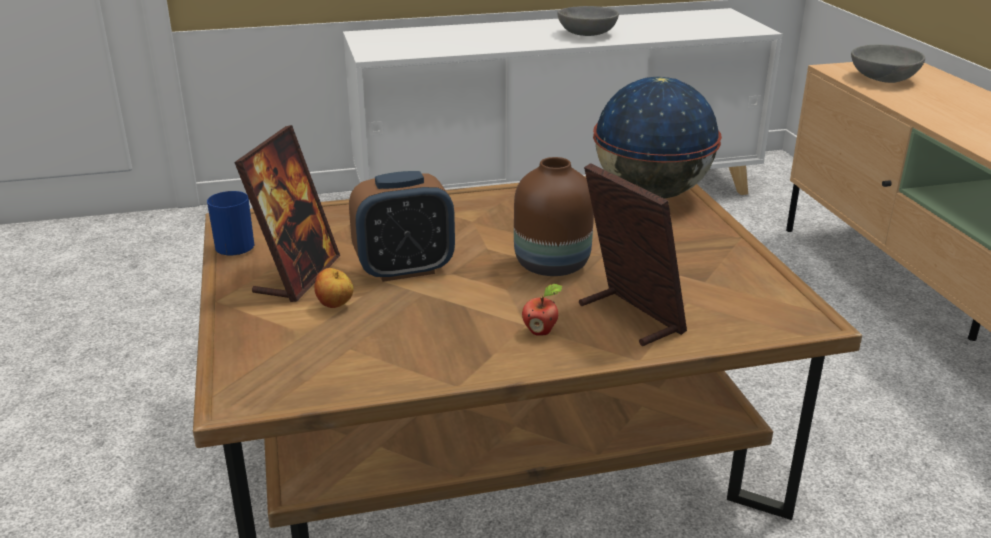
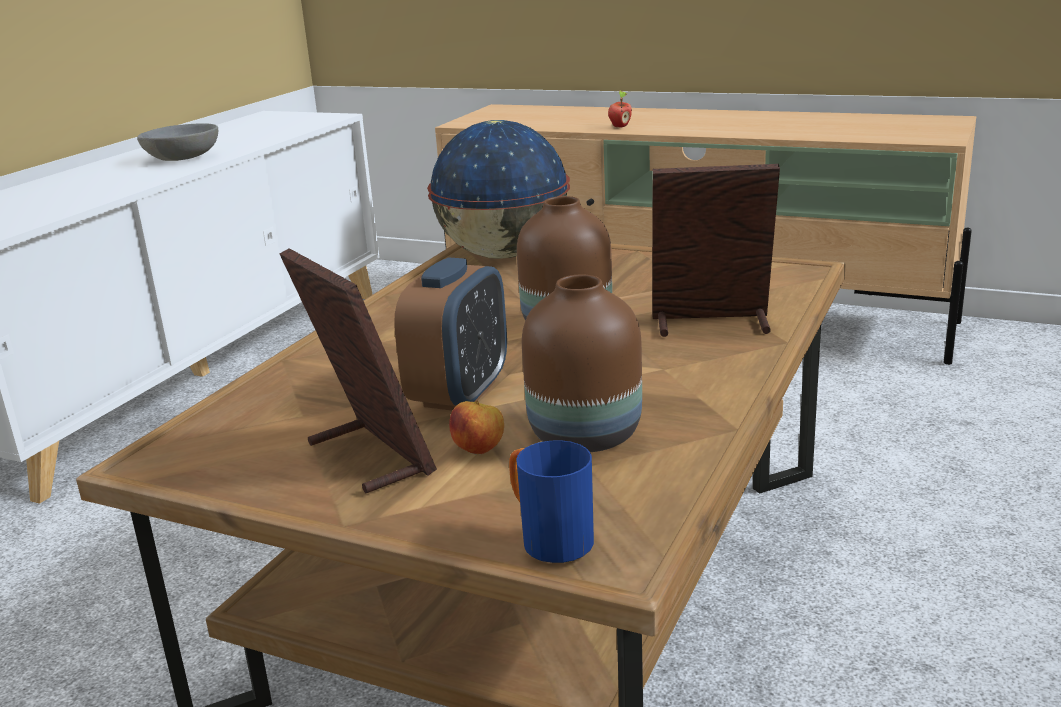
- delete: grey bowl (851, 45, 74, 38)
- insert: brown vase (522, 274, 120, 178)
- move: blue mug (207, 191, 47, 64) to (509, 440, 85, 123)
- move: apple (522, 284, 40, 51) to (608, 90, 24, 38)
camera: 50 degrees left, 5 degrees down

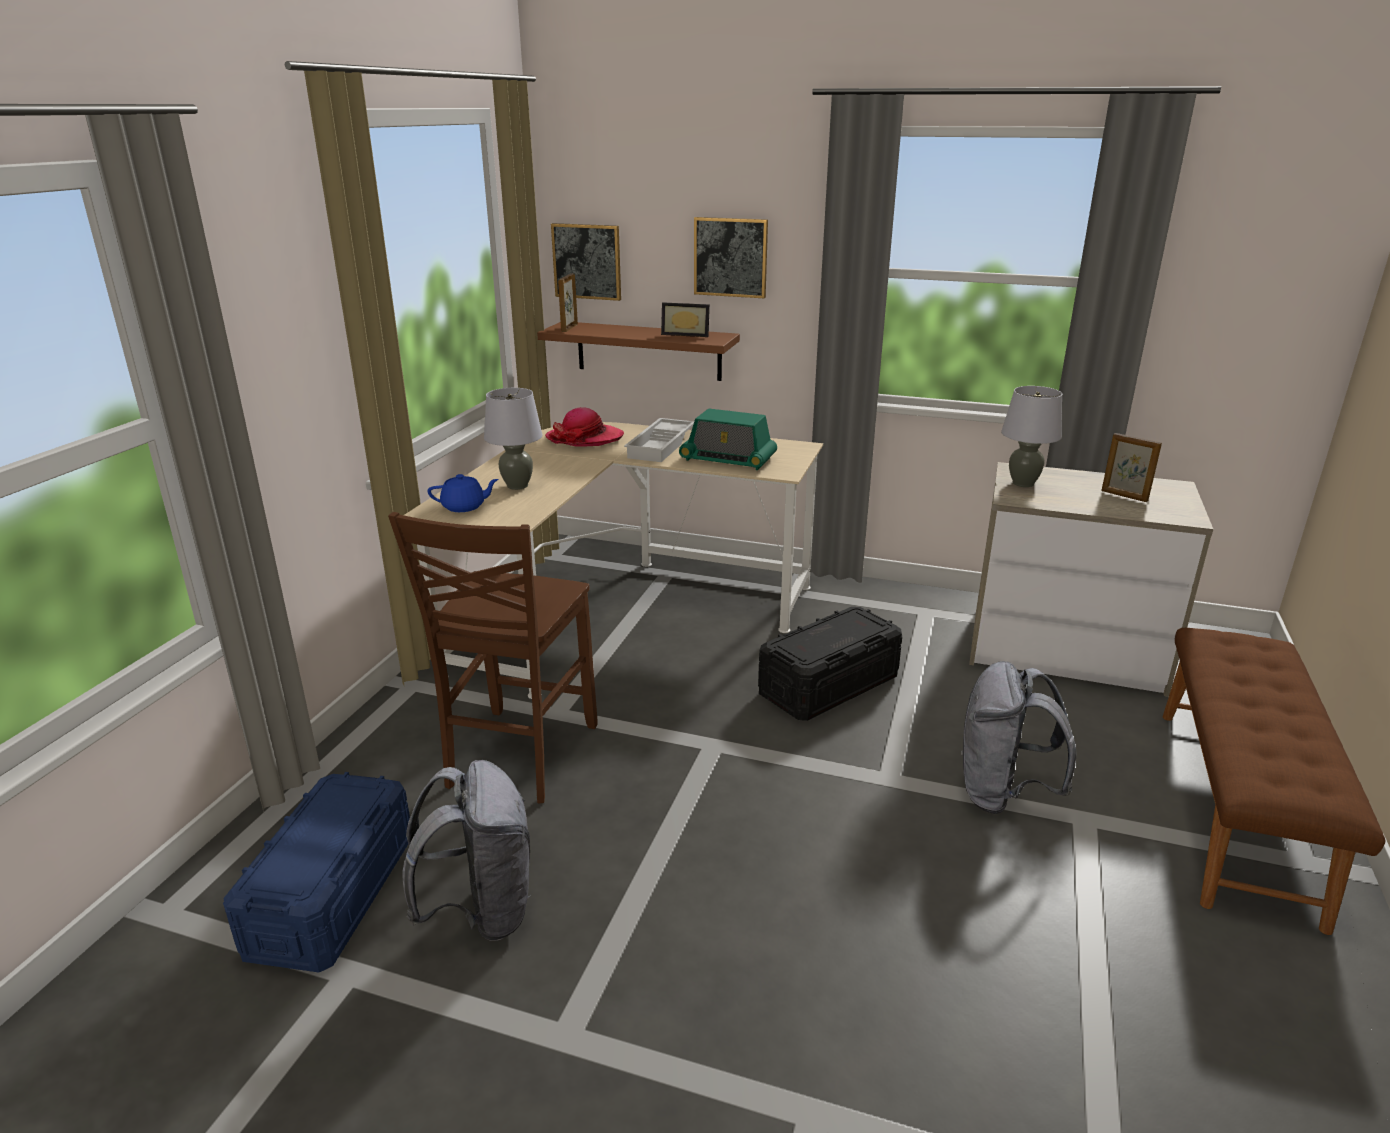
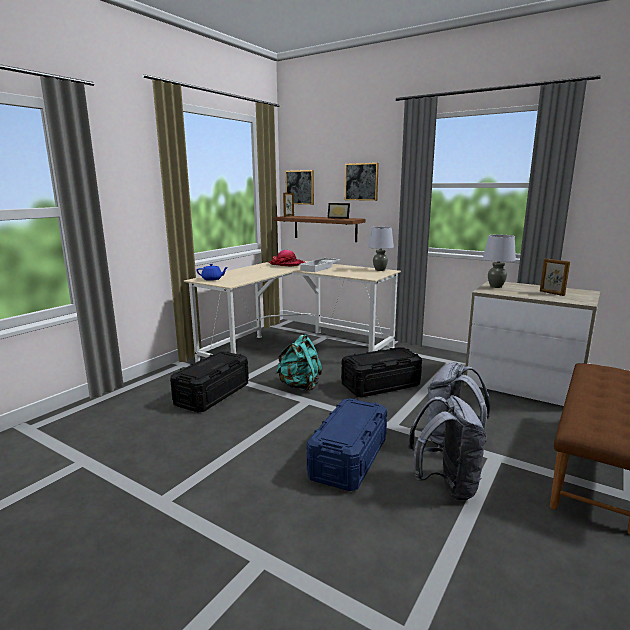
- delete: radio (679, 408, 98, 62)
- insert: turquoise backpack (276, 335, 47, 56)
- move: blue storage box (223, 772, 187, 201) to (307, 398, 80, 93)
- move: grey backpack (402, 760, 129, 181) to (408, 395, 79, 106)
- move: grey table lamp (484, 388, 59, 102) to (368, 227, 26, 44)
- replace: brown chair (388, 512, 210, 291) to black storage box (170, 351, 79, 61)
camera: 15 degrees right, 10 degrees down

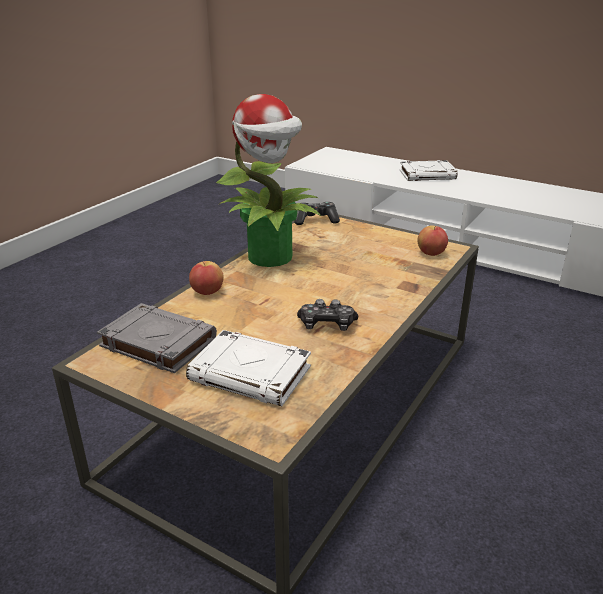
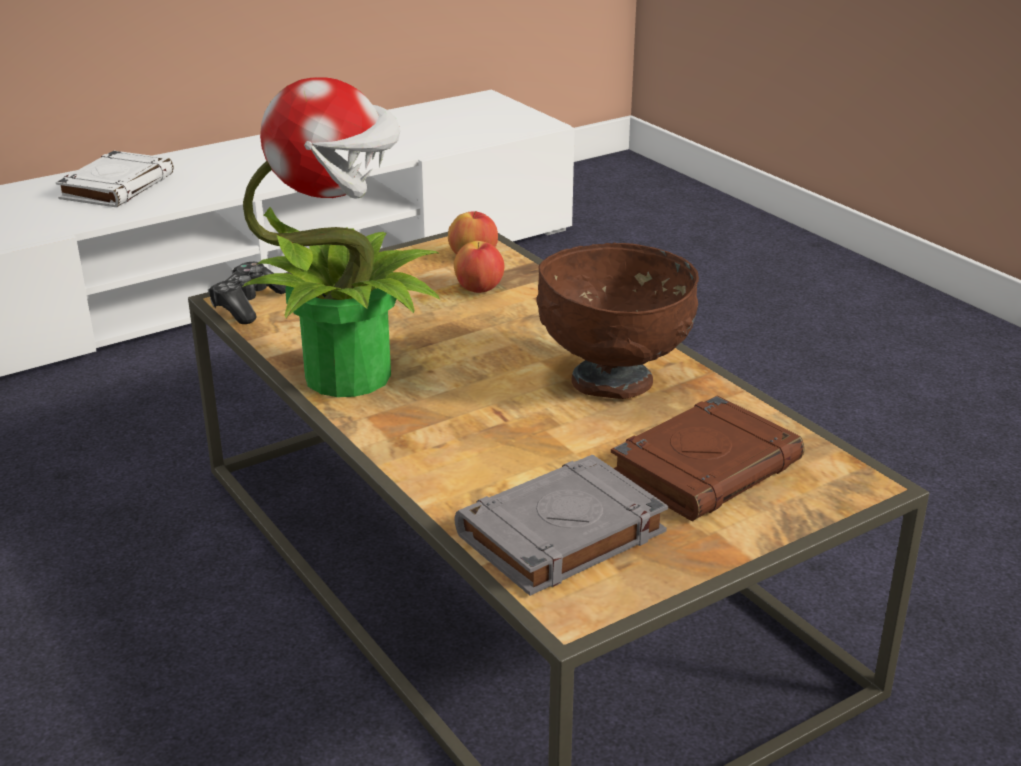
- move: apple (189, 261, 35, 34) to (454, 241, 50, 52)
- replace: game controller (297, 299, 61, 32) to brown bowl (536, 243, 163, 156)
- recolor: white book (186, 330, 125, 76) to brown book (611, 395, 193, 126)
camera: 65 degrees left, 0 degrees up

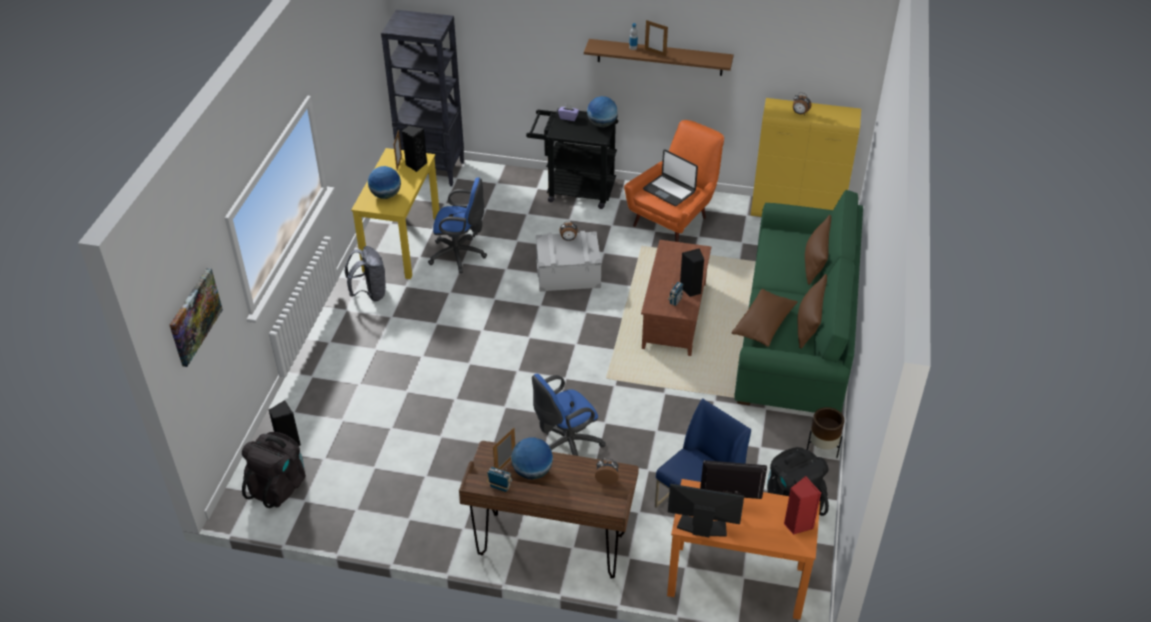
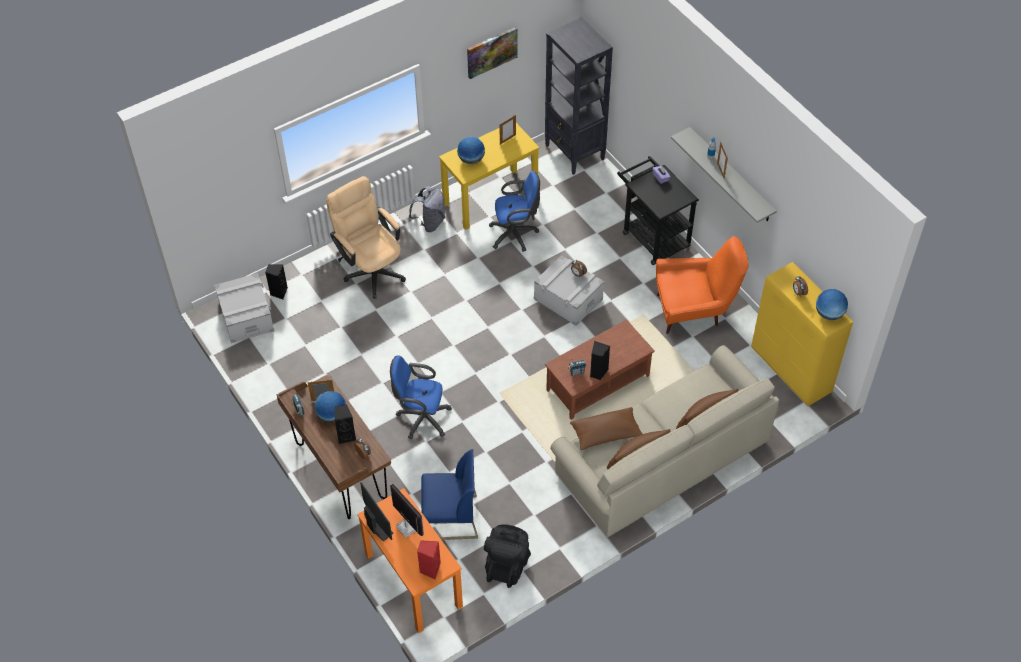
- delete: laptop (643, 149, 55, 57)
- delete: brown planter (807, 407, 37, 51)
- insert: beige office chair (326, 176, 80, 123)
- move: picture (170, 268, 53, 99) to (467, 27, 51, 52)
- move: black speaker (402, 125, 25, 47) to (335, 404, 21, 40)
- move: globe (587, 96, 31, 31) to (816, 289, 32, 31)
- replace: black backpack (242, 432, 64, 76) to grey storage box (214, 273, 60, 70)
- recolor: brown shelf (584, 39, 150, 37) to grey shelf (671, 127, 106, 96)
- recolor: green sofa (734, 190, 129, 223) to beige sofa (550, 345, 229, 192)
- rotate: blue office chair (428, 177, 59, 96) = (489, 171, 51, 81) 60 degrees counterclockwise
camera: 45 degrees right, 10 degrees up

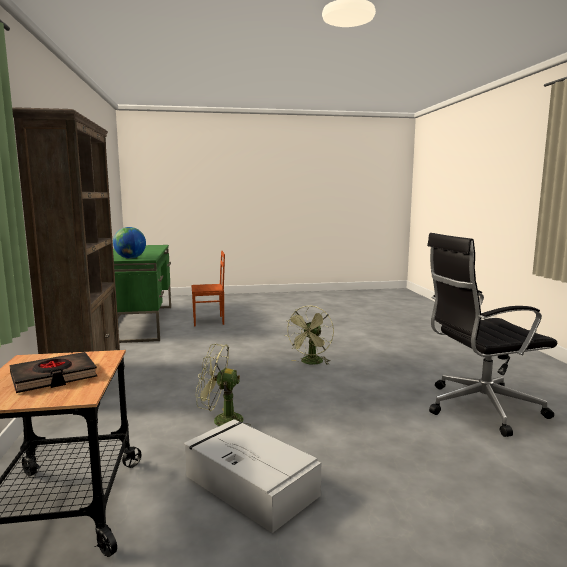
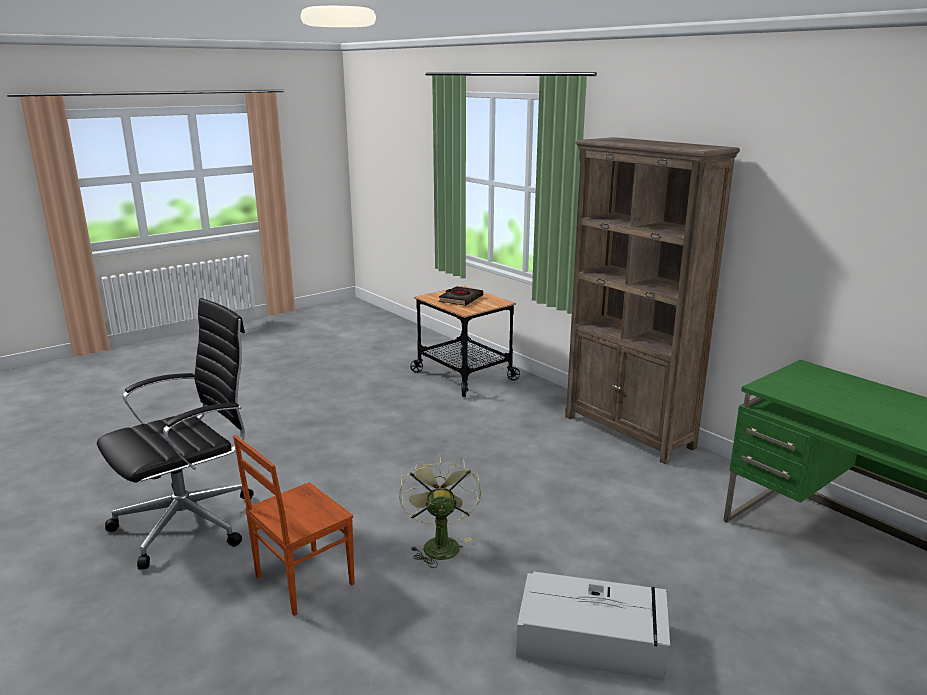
- delete: globe (113, 227, 33, 32)
- delete: green fan (196, 344, 55, 82)
- move: grey storage box (184, 419, 137, 114) to (516, 571, 154, 110)
- move: brown chair (191, 250, 34, 77) to (233, 435, 122, 181)
camera: 150 degrees right, 10 degrees up

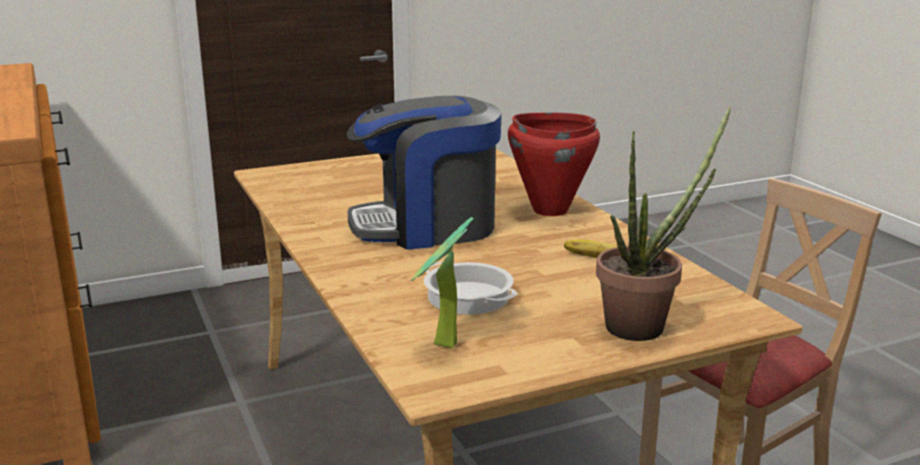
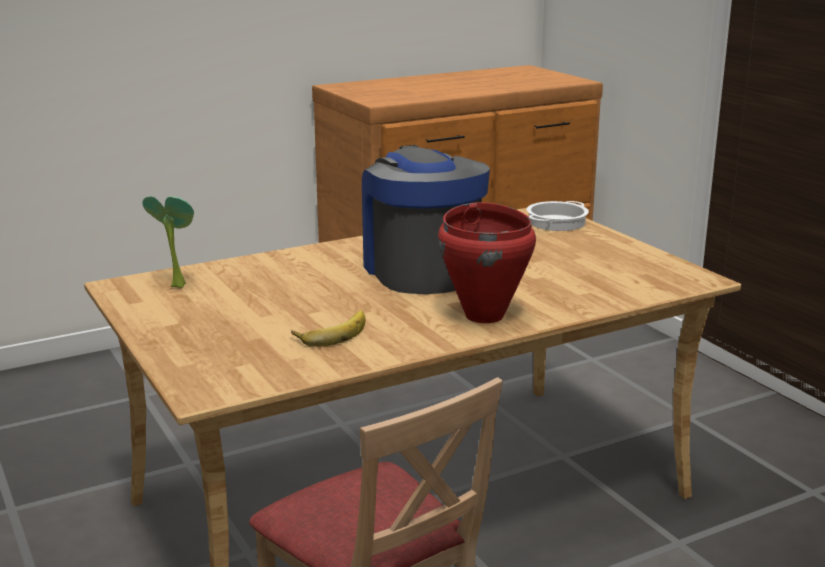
- delete: potted plant (596, 106, 135, 235)
- move: cooking pot (424, 262, 93, 53) to (527, 201, 62, 30)
camera: 85 degrees right, 0 degrees up

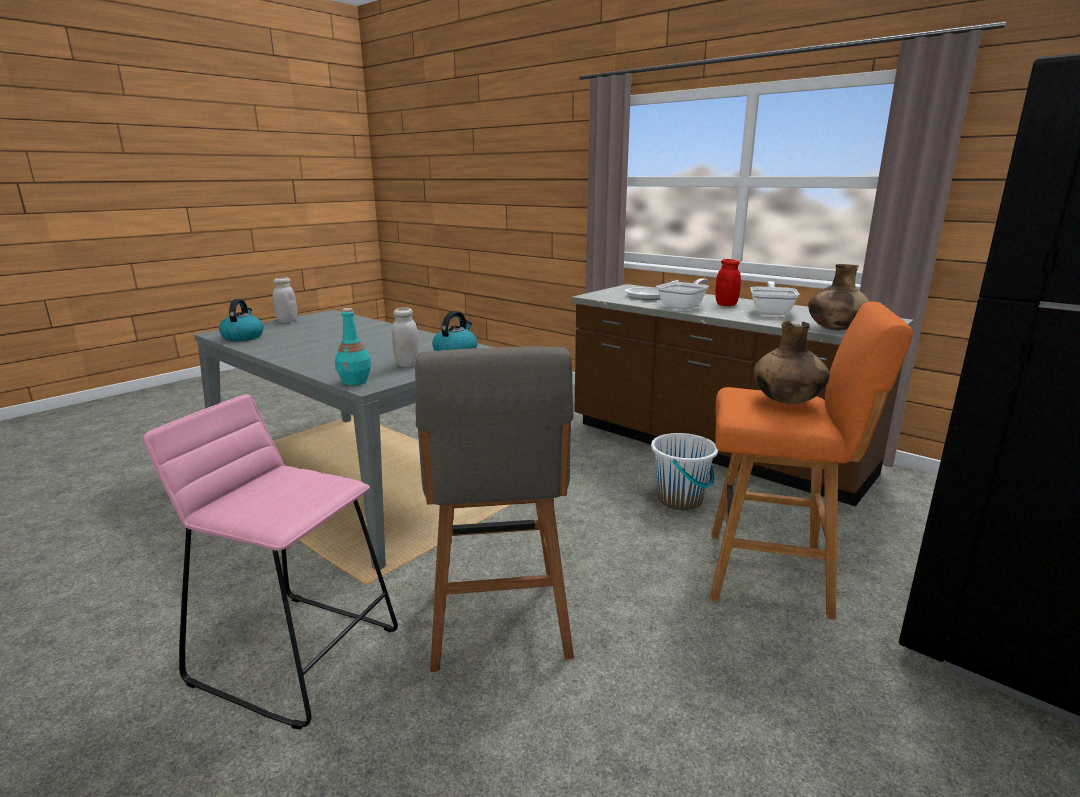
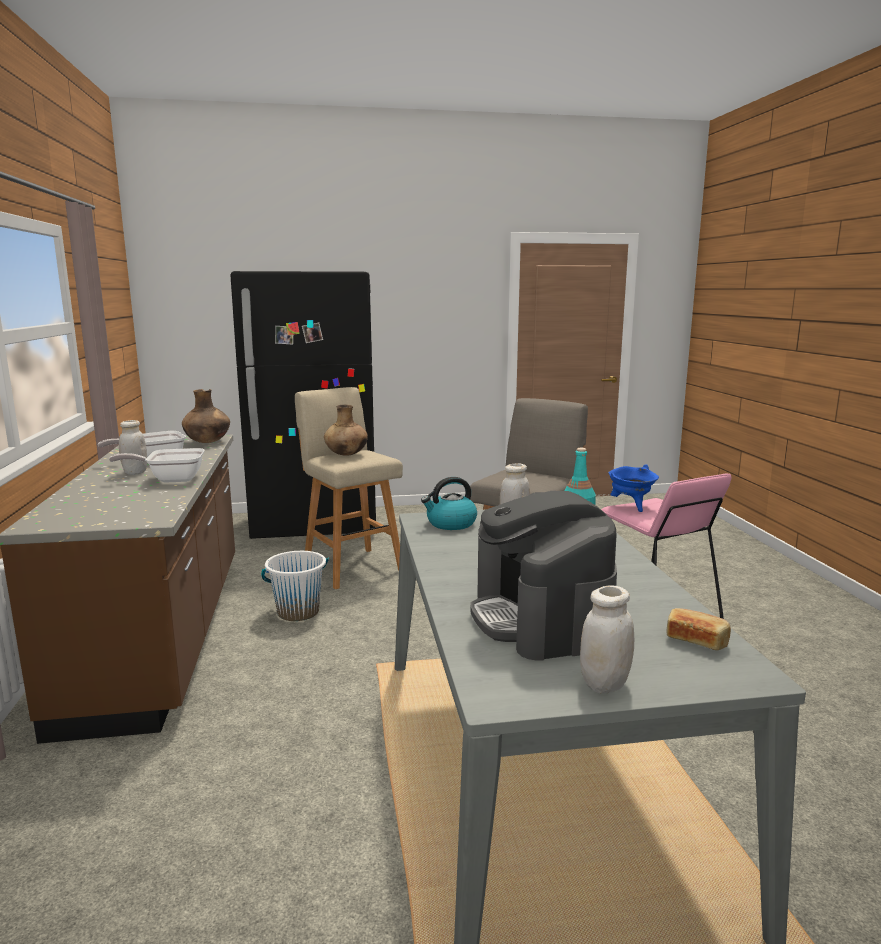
- delete: frying pan (625, 280, 54, 20)
- insert: coffee machine (470, 491, 147, 170)
- insert: blue cooking pot (608, 464, 51, 48)
- replace: kettle (219, 299, 44, 42) to bread (666, 608, 65, 42)
- recolor: orange stool (710, 302, 203, 318) to beige stool (295, 387, 108, 202)
- recolor: red jar (715, 259, 26, 47) to white jar (119, 420, 28, 55)
camera: 140 degrees left, 5 degrees down

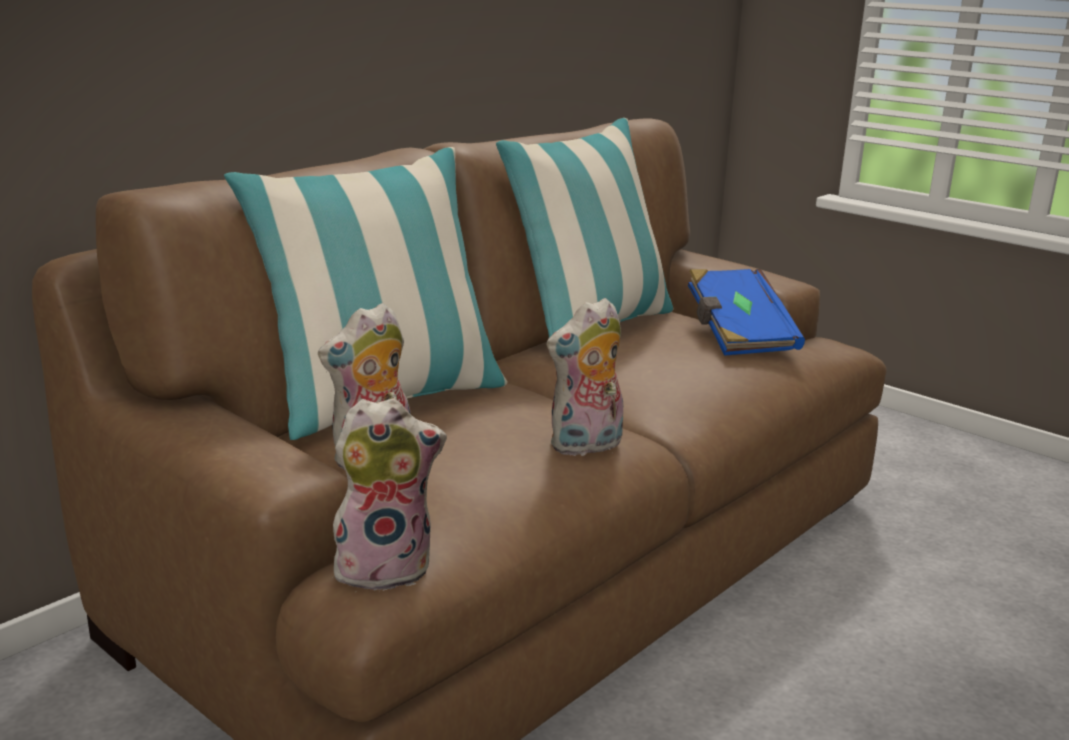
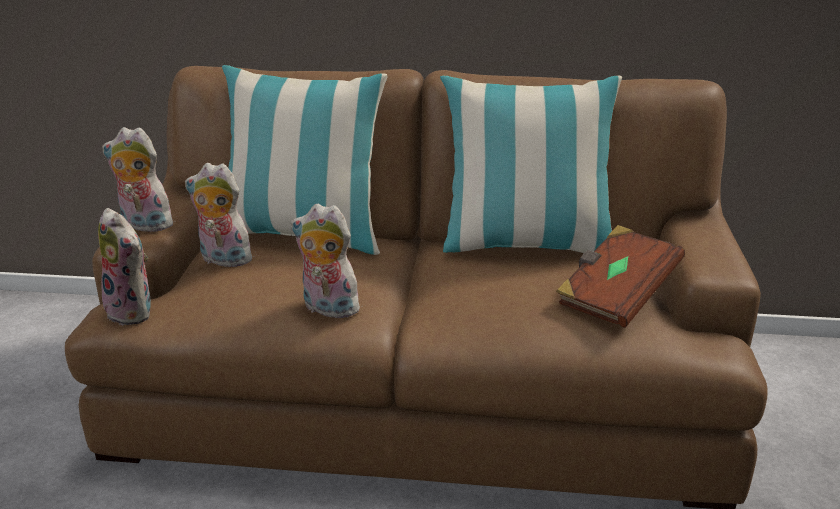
- insert: plush toy (102, 127, 74, 105)
- recolor: blue book (688, 269, 117, 87) to brown book (556, 225, 129, 103)
camera: 55 degrees right, 5 degrees up

